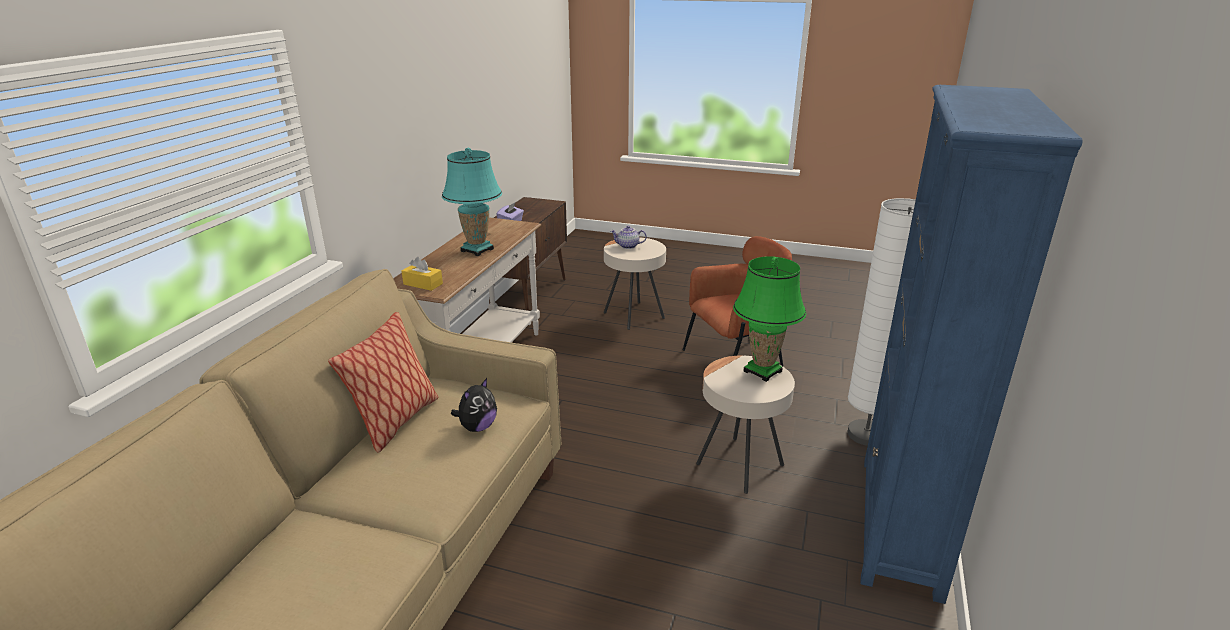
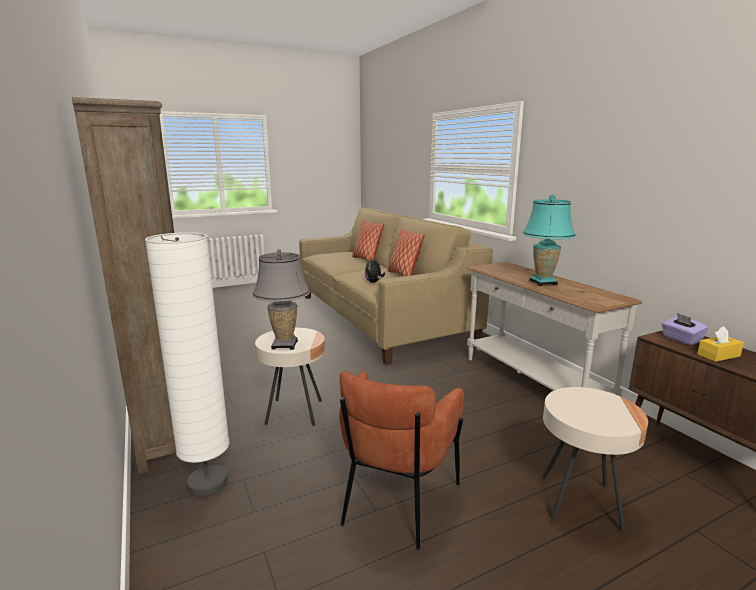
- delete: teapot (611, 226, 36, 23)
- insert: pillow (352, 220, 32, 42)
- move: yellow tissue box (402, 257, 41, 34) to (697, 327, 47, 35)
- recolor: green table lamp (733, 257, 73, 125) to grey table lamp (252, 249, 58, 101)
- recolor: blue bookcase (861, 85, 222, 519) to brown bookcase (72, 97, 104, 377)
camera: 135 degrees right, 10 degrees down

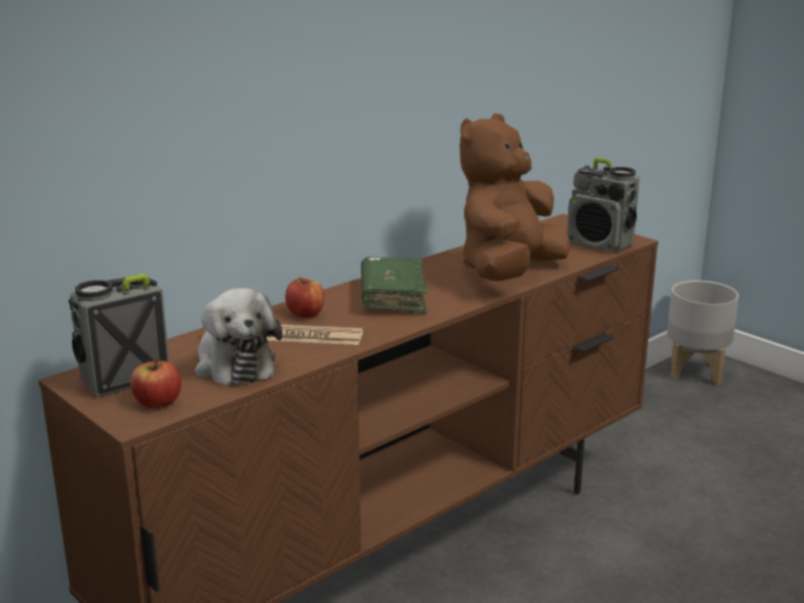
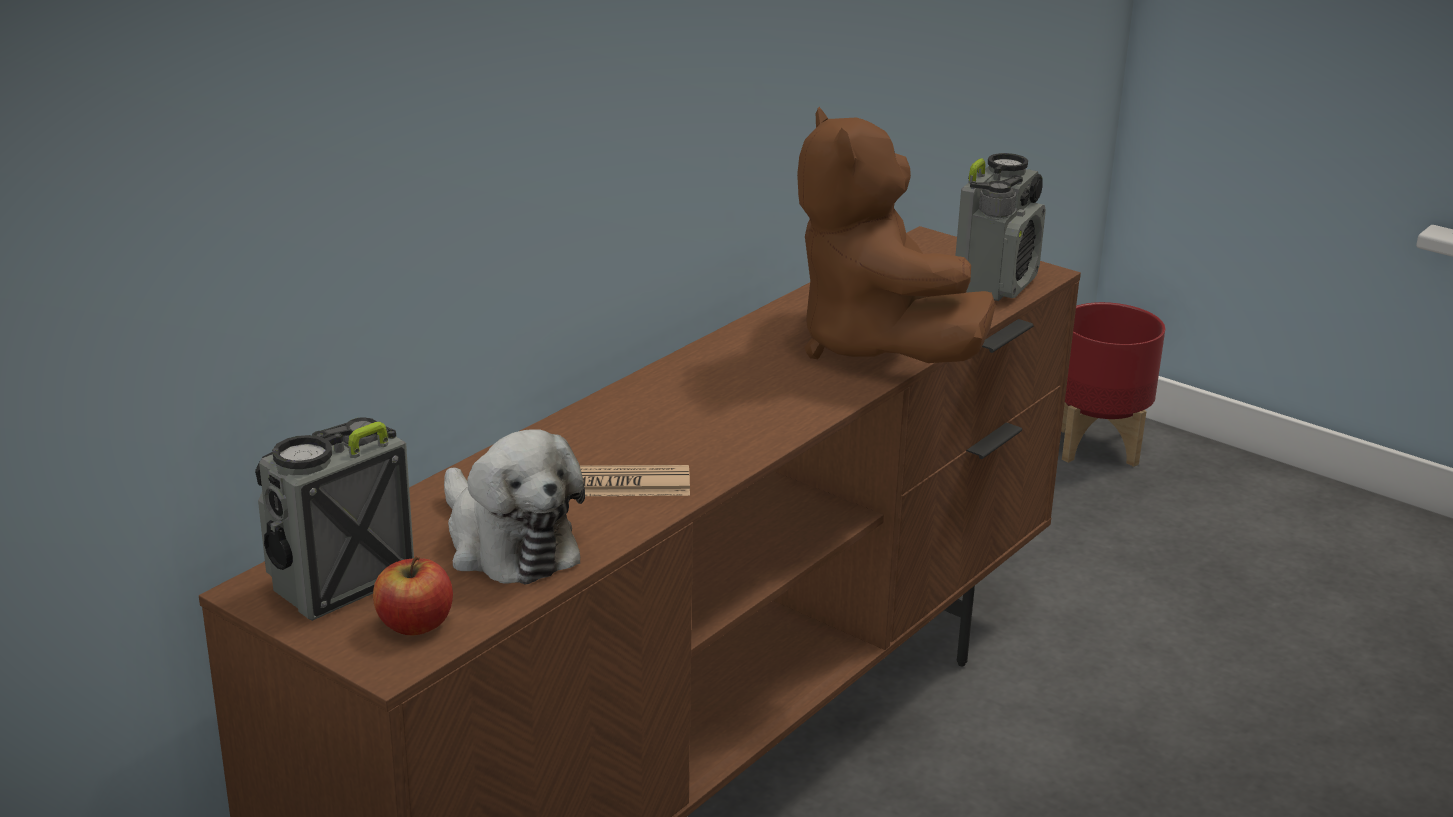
- delete: apple (285, 277, 39, 40)
- delete: green book (361, 257, 67, 56)
- recolor: grey planter (667, 280, 72, 105) to red planter (1061, 302, 105, 165)
- rotate: brown plush toy (460, 113, 110, 169) = (797, 107, 199, 256) 45 degrees counterclockwise
- rotate: radio (567, 158, 72, 94) = (955, 153, 91, 148) 90 degrees counterclockwise
camera: 10 degrees left, 5 degrees up

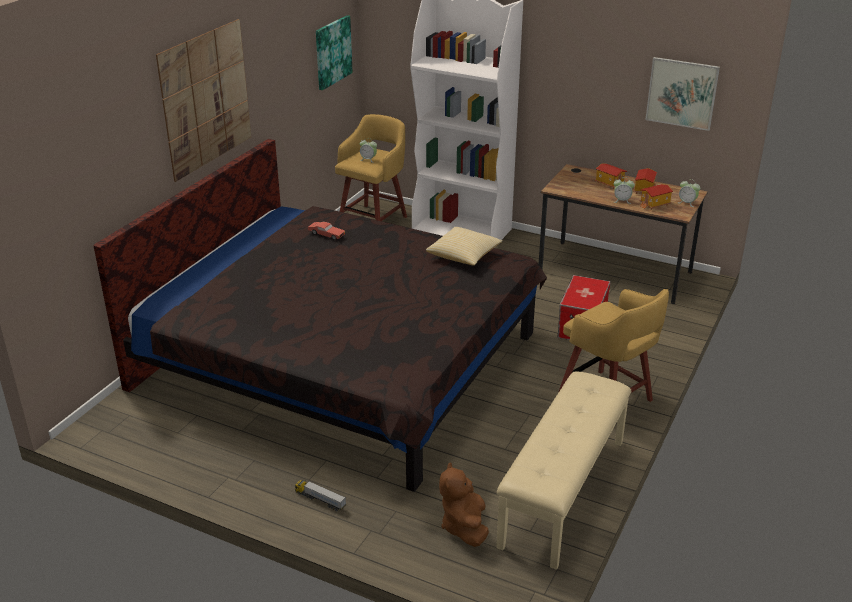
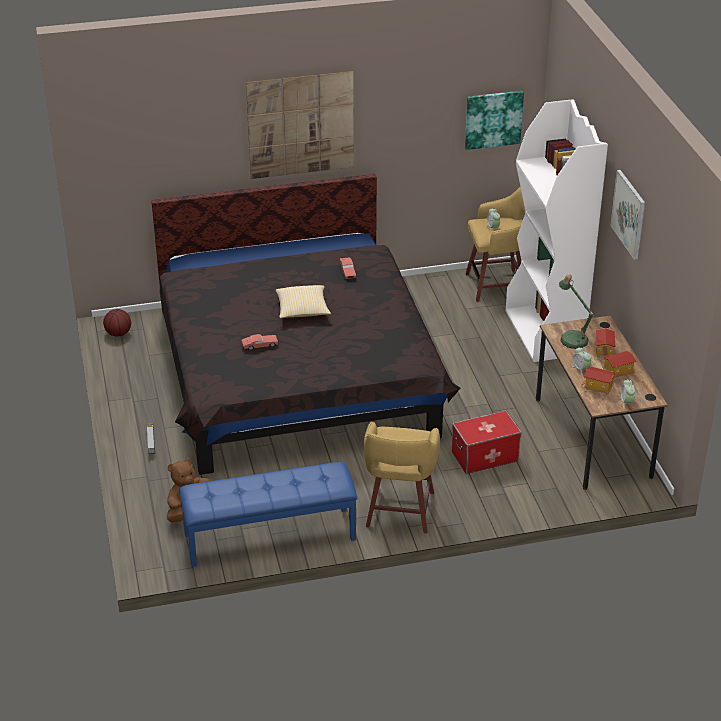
- insert: basketball (103, 309, 28, 28)
- insert: red toy car (241, 334, 37, 16)
- insert: table lamp (559, 274, 35, 75)
- move: pillow (426, 227, 77, 39) to (276, 285, 55, 33)
- move: picture (645, 57, 75, 74) to (610, 170, 35, 90)
- recolor: beige bench (496, 372, 135, 198) to blue bench (179, 462, 178, 105)
camera: 50 degrees right, 5 degrees up

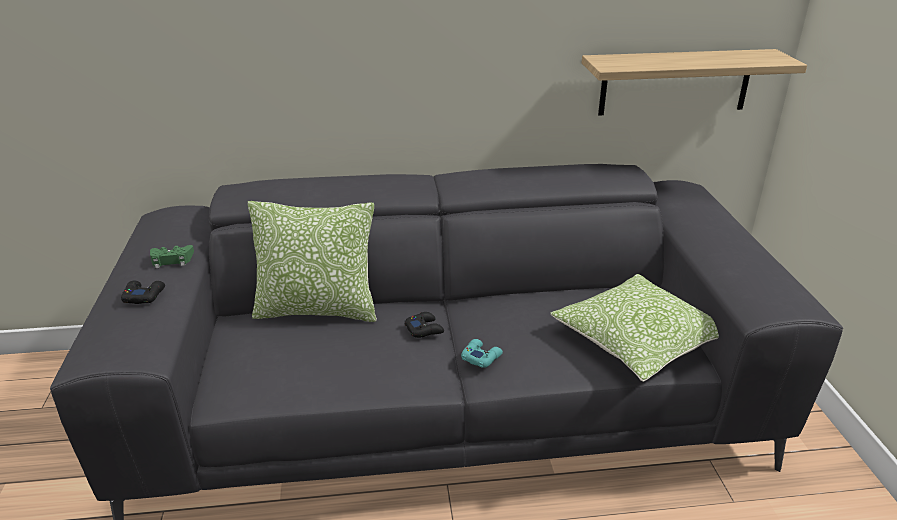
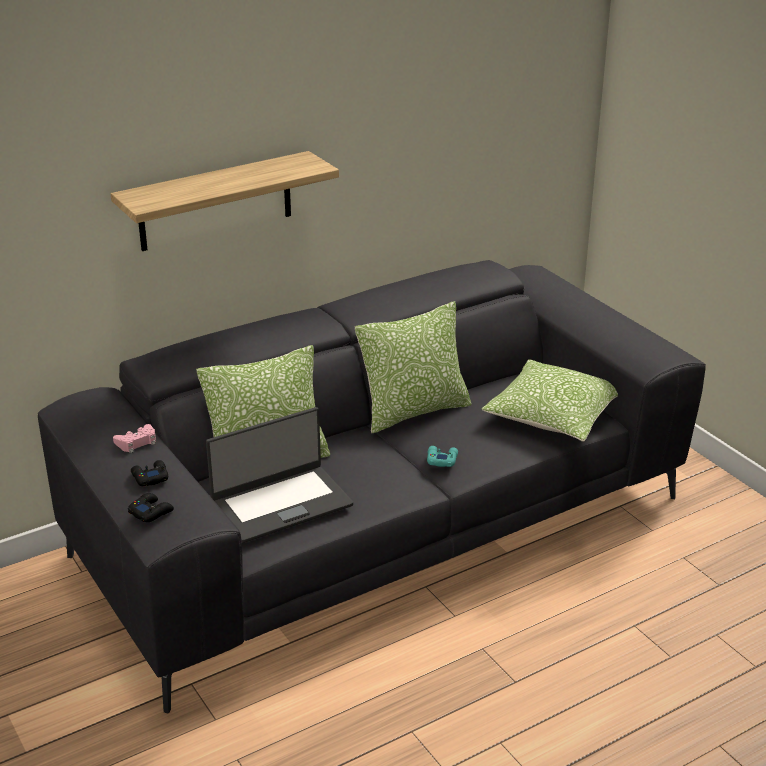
- insert: laptop (206, 407, 147, 136)
- insert: pillow (355, 301, 116, 132)
- move: black game controller (404, 312, 40, 26) to (128, 493, 46, 29)
- move: shelf (581, 49, 226, 67) to (111, 151, 228, 100)
- recolor: green game controller (150, 245, 44, 23) to pink game controller (113, 424, 43, 29)
camera: 25 degrees left, 0 degrees up

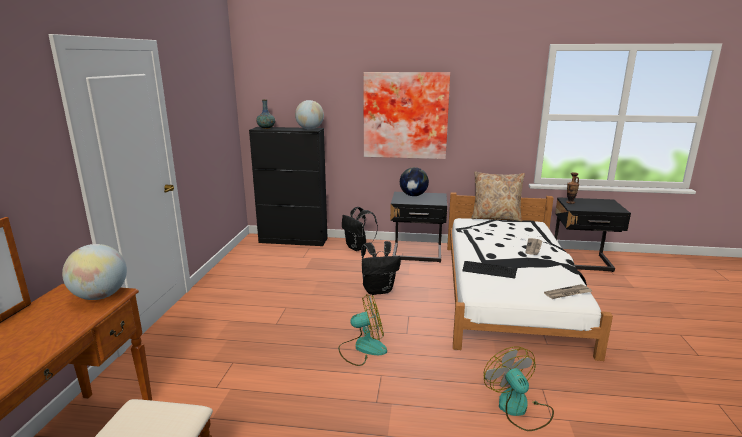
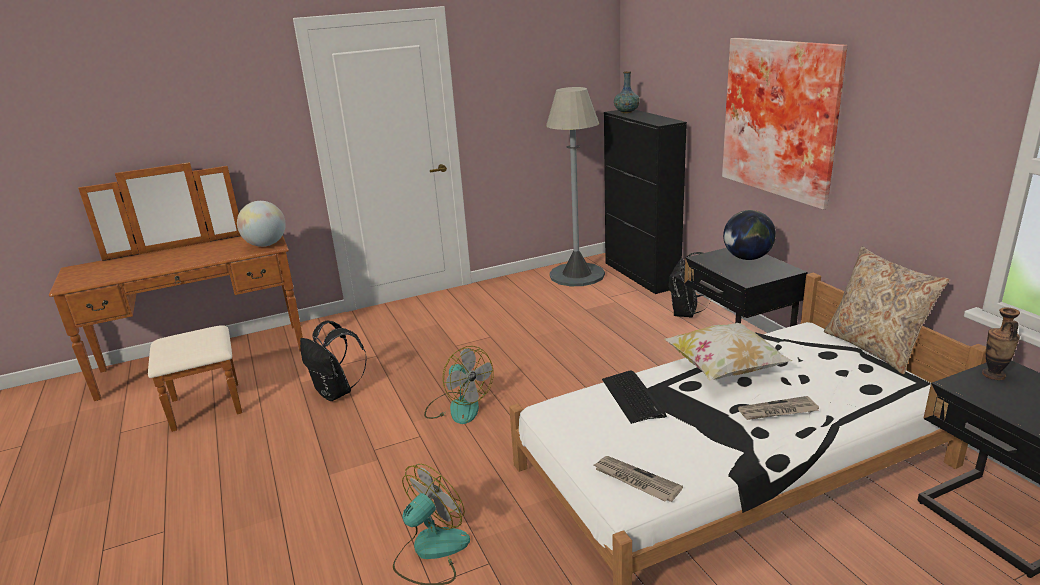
- delete: globe (295, 100, 29, 30)
- insert: grey floor lamp (546, 87, 59, 199)
- insert: pillow (664, 323, 129, 58)
- move: black backpack (361, 241, 40, 54) to (300, 321, 67, 80)
camera: 60 degrees right, 5 degrees up

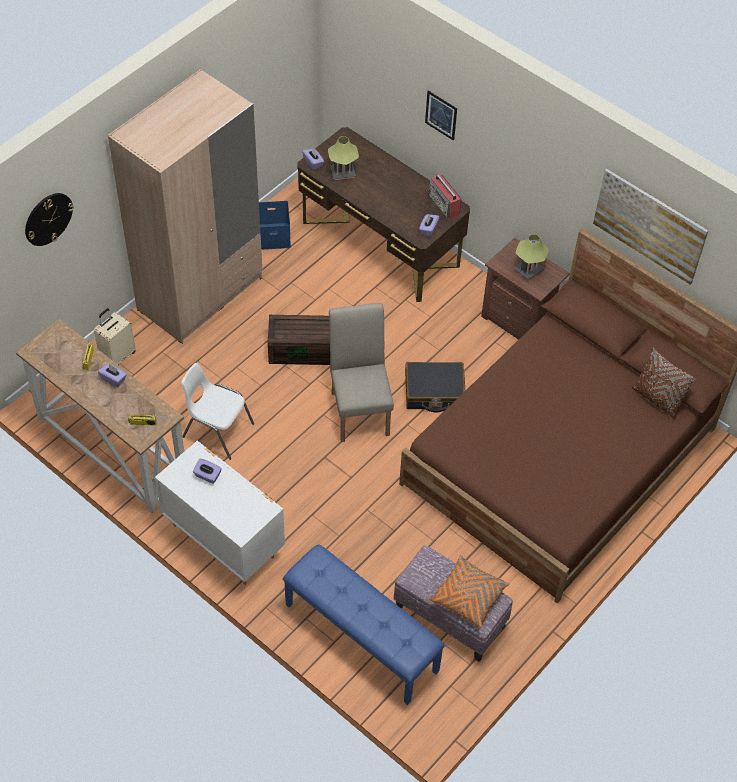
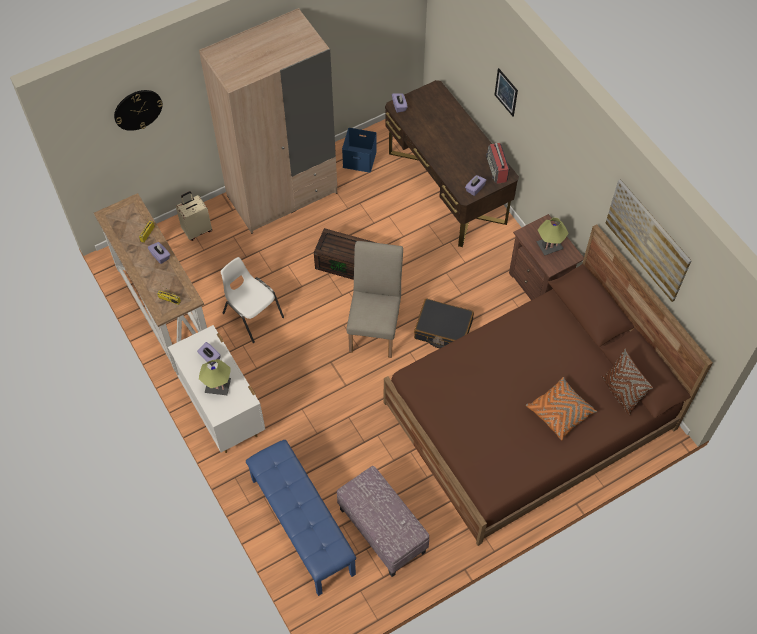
- move: table lamp (328, 136, 31, 44) to (199, 359, 32, 36)
- move: orange pillow (429, 555, 81, 73) to (526, 377, 71, 63)
camera: 20 degrees right, 5 degrees up

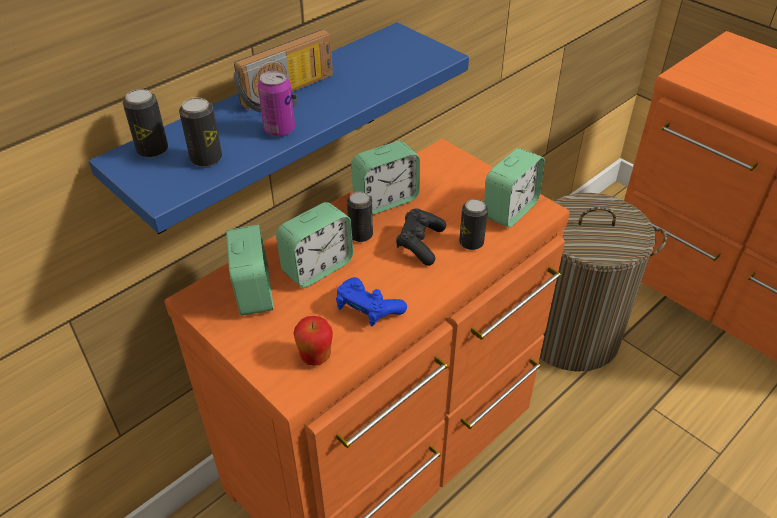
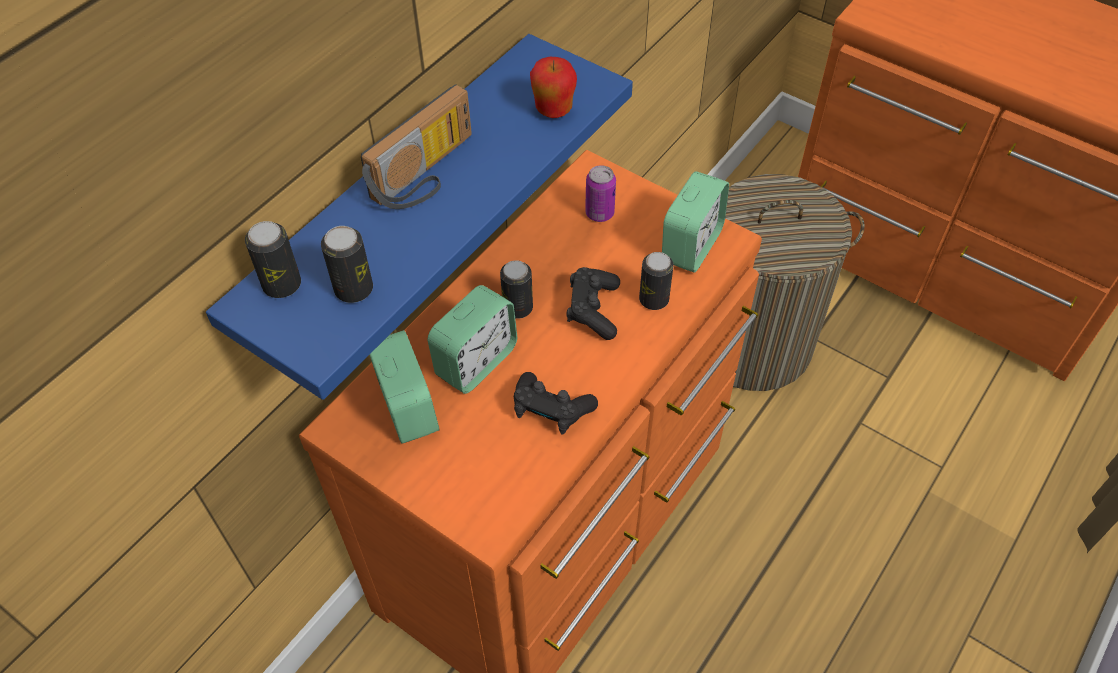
- delete: alarm clock (351, 141, 69, 74)
- move: can (258, 70, 37, 67) to (585, 165, 31, 57)
- move: apple (293, 316, 40, 50) to (530, 57, 47, 61)
- recolor: blue game controller (336, 277, 71, 49) to black game controller (514, 372, 84, 63)
camera: 10 degrees left, 10 degrees up

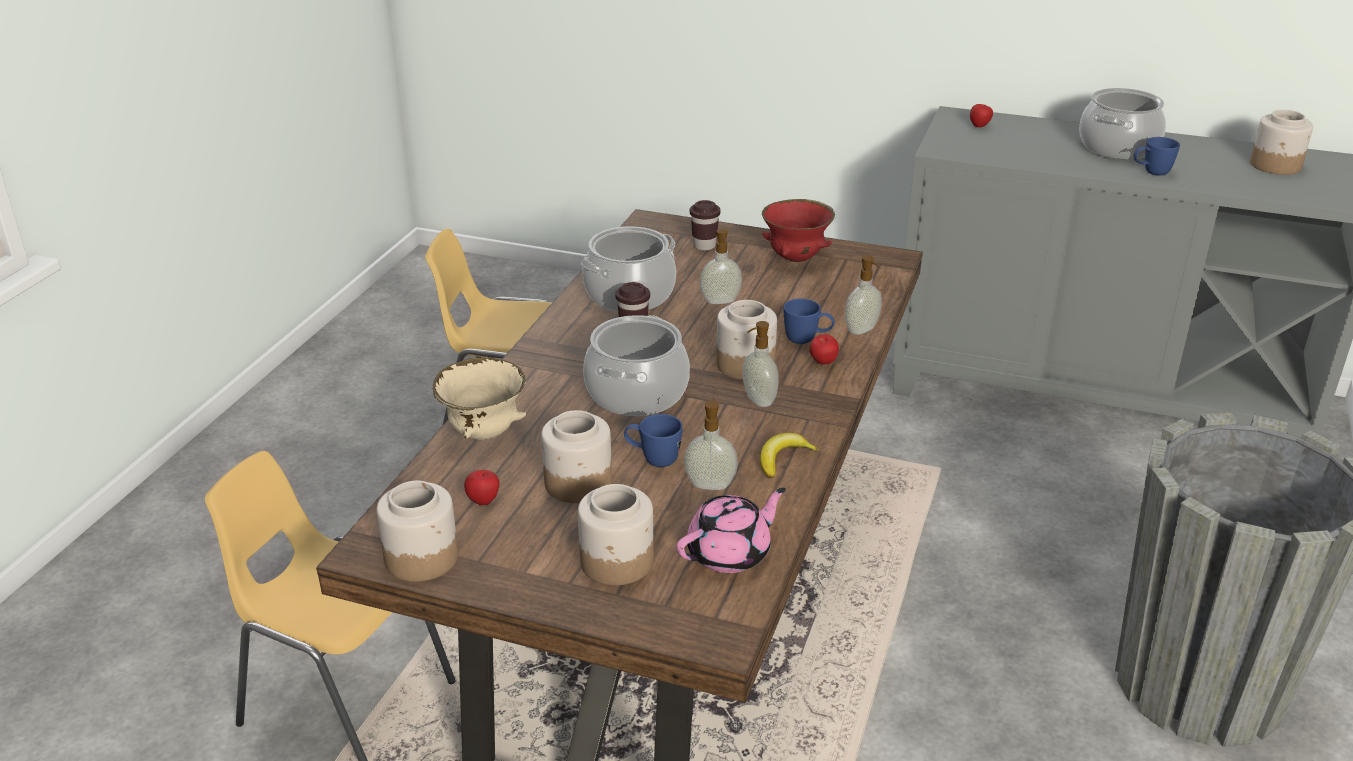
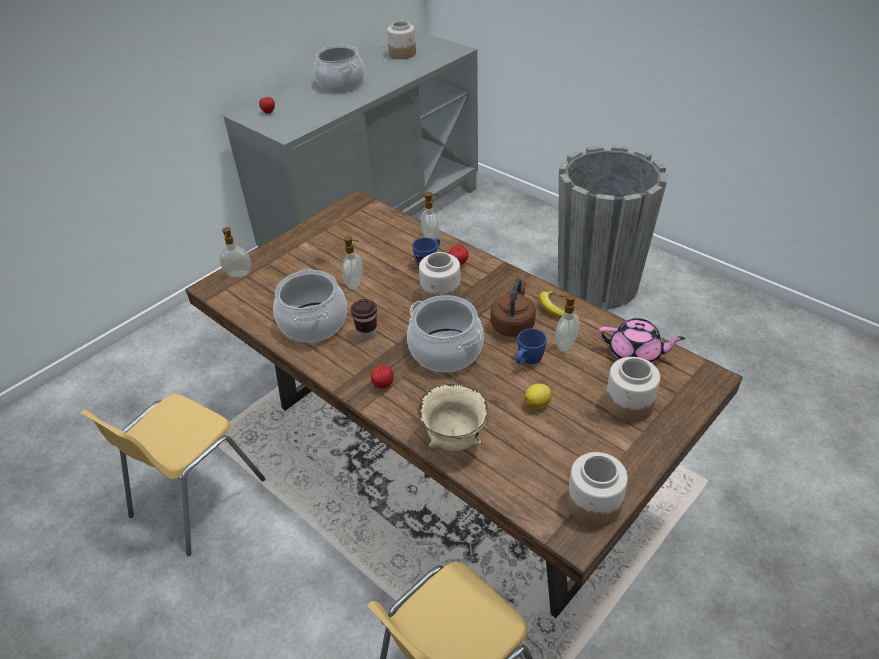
- delete: brown cup (690, 200, 30, 51)
- delete: red bowl (762, 199, 73, 63)
- delete: blue mug (1134, 137, 46, 38)
- insert: brown kettle (490, 278, 46, 59)
- move: apple (464, 470, 35, 35) to (371, 365, 23, 24)
- move: soap dispenser (743, 321, 36, 86) to (219, 227, 32, 50)
- replace: jar (541, 410, 71, 93) to lemon (525, 384, 27, 25)
- rotate: pink teapot (677, 488, 109, 85) = (599, 318, 86, 45) 120 degrees clockwise
camera: 65 degrees left, 10 degrees up

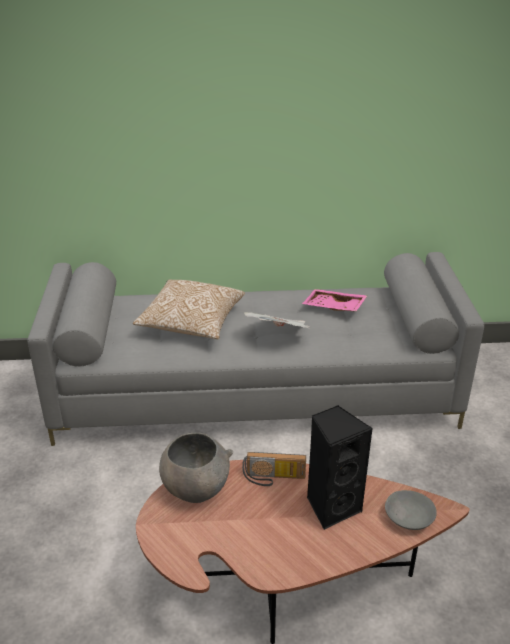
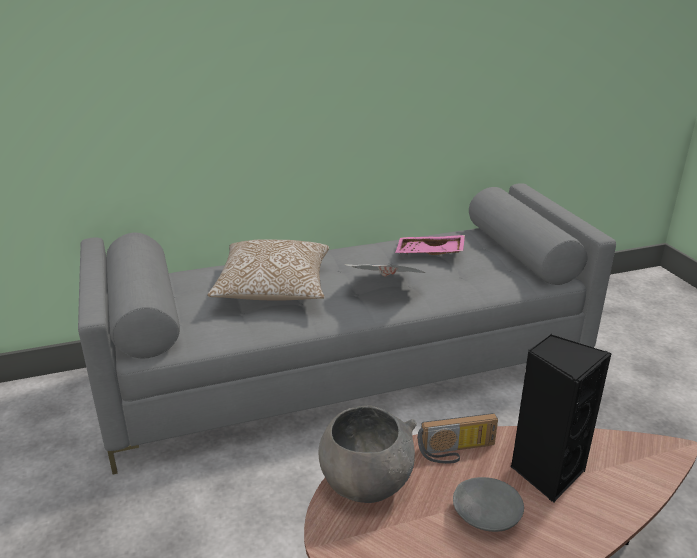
- move: grey bowl (385, 490, 52, 40) to (453, 477, 71, 55)
camera: 15 degrees left, 5 degrees down

